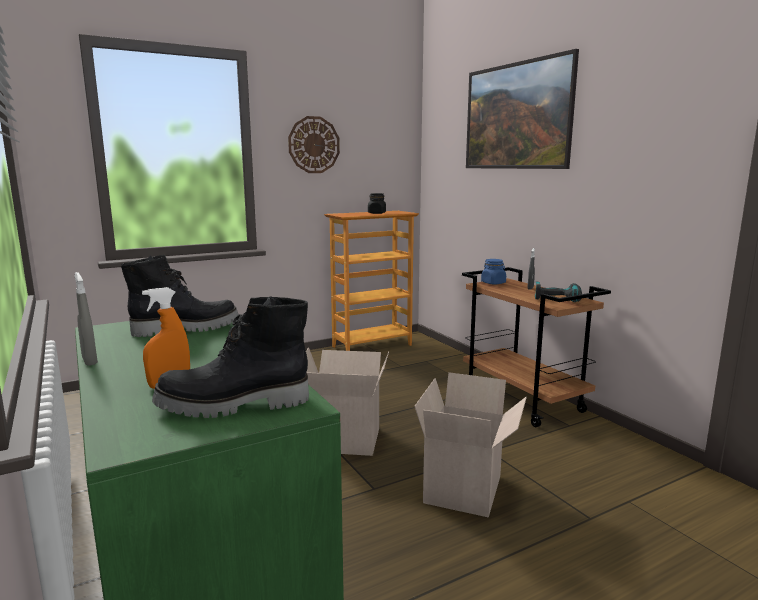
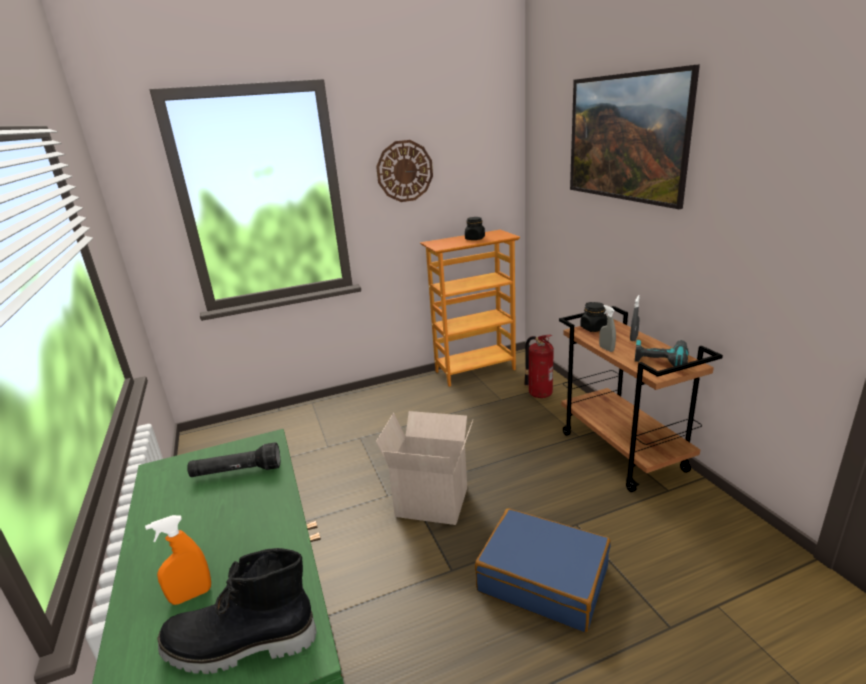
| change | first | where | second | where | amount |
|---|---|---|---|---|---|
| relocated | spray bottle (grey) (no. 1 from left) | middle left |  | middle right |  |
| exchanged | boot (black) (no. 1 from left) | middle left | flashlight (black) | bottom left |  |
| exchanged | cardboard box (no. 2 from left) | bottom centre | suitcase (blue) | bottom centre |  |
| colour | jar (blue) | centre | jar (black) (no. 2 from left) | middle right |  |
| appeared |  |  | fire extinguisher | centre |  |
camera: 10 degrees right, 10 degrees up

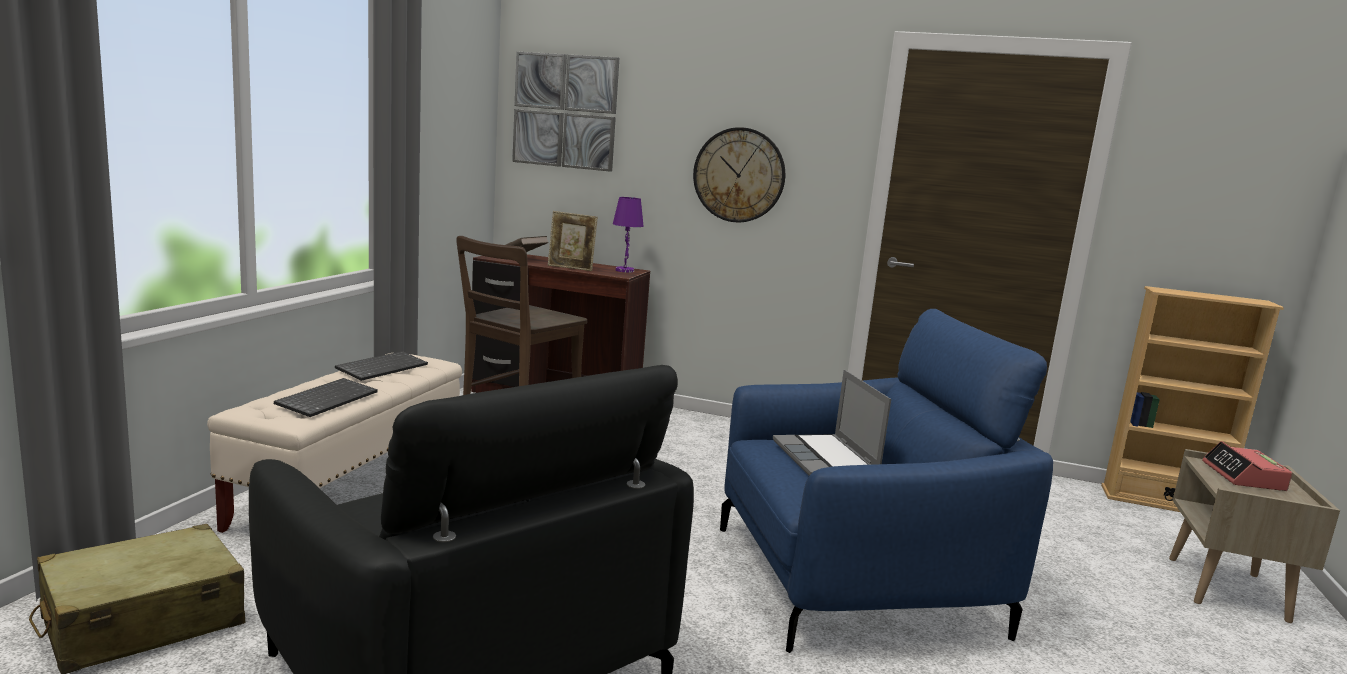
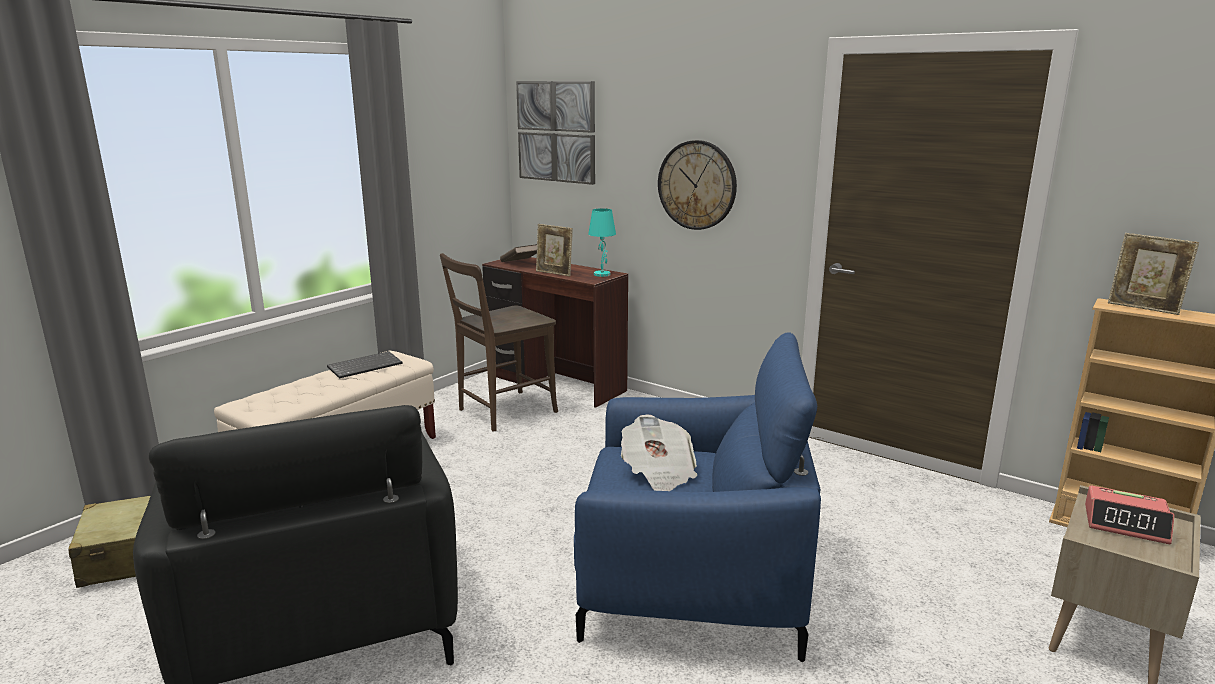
| change | first | where | second | where | amount |
|---|---|---|---|---|---|
| missing | keyboard (no. 1 from left) | middle left |  |  |  |
| colour | table lamp (purple) | centre | table lamp (turquoise) | centre |  |
| exchanged | laptop | centre | newspaper | centre |  |
| spun | alarm clock | bottom right |  | bottom right | 90 degrees counterclockwise |
| appeared |  |  | picture frame (no. 2 from left) | middle right |  |
camera: 20 degrees right, 5 degrees up

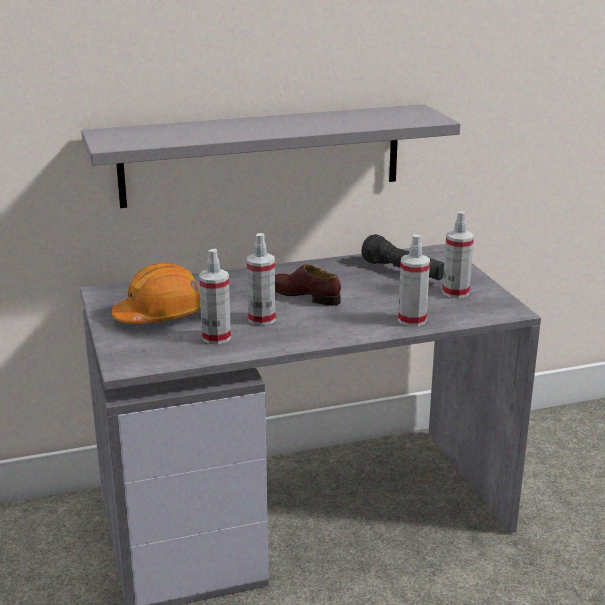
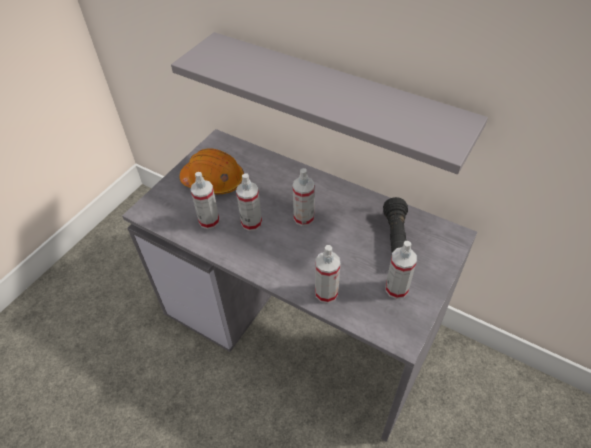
| change | first | where | second | where | amount |
|---|---|---|---|---|---|
| exchanged | shoe (brown) | centre | spray bottle (no. 3 from left) | centre |  |
camera: 50 degrees right, 25 degrees up

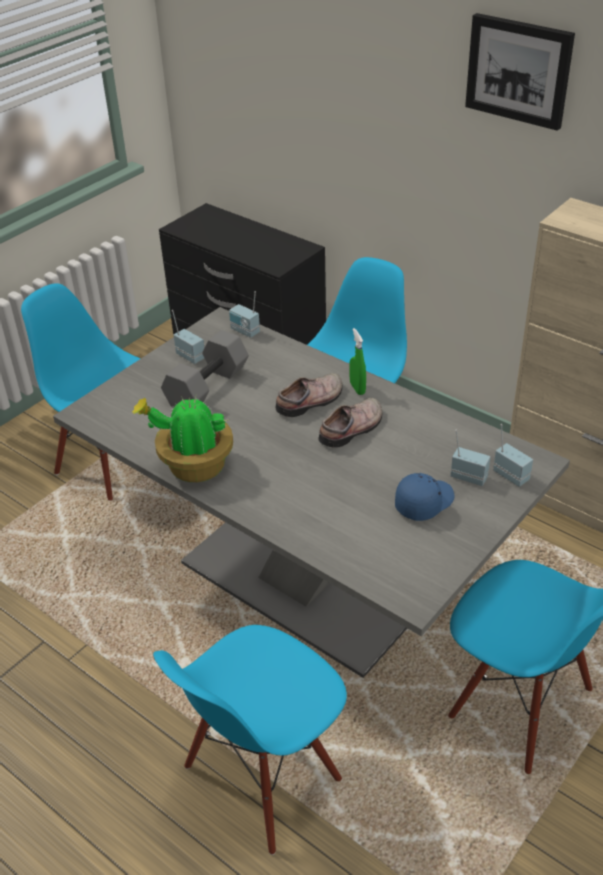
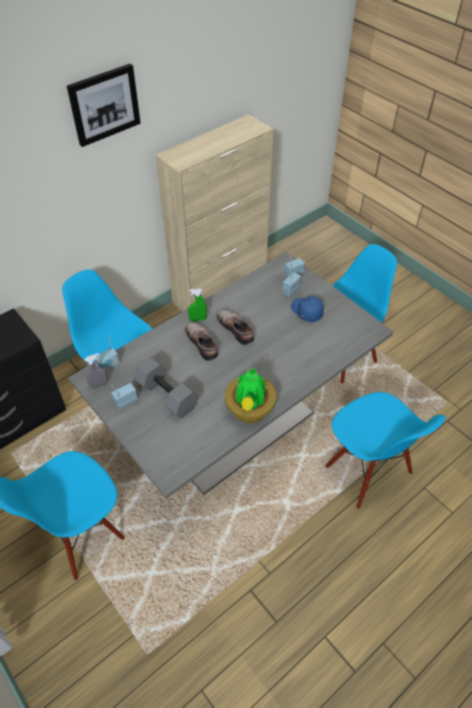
| change | first | where | second | where | amount |
|---|---|---|---|---|---|
| appeared |  |  | spray bottle (grey) | middle left |  |
camera: 80 degrees left, 10 degrees up

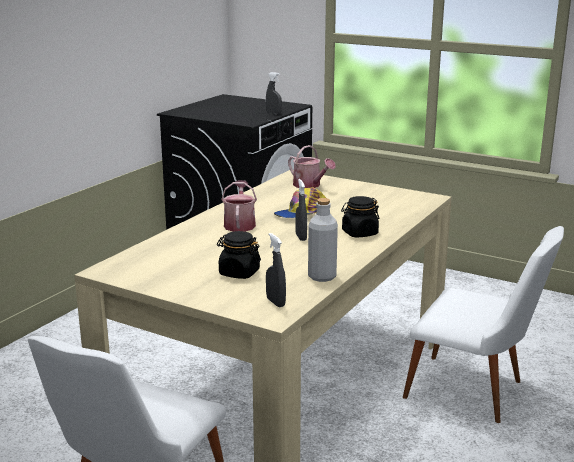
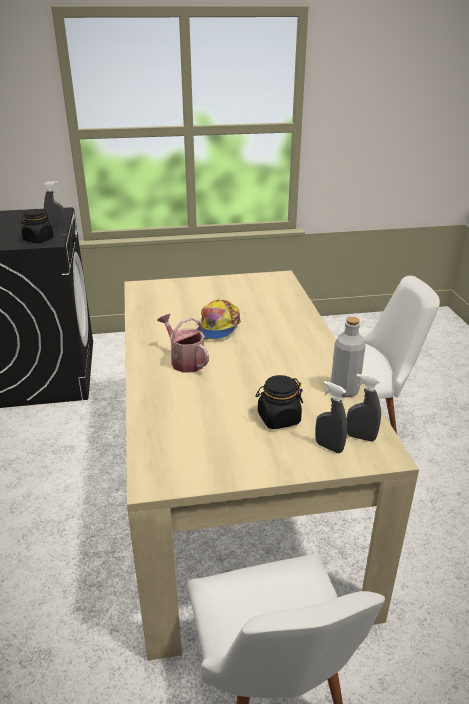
| change | first | where | second | where | amount |
|---|---|---|---|---|---|
| missing | watering can (no. 2 from left) | centre |  |  |  |
| relocated | spray bottle (grey) (no. 3 from left in the first image) | centre | spray bottle (grey) (no. 2 from left) | middle right |  |
| relocated | jar (black) (no. 2 from left in the first image) | centre | jar (black) (no. 1 from left) | top left |  |
camera: 40 degrees left, 10 degrees up

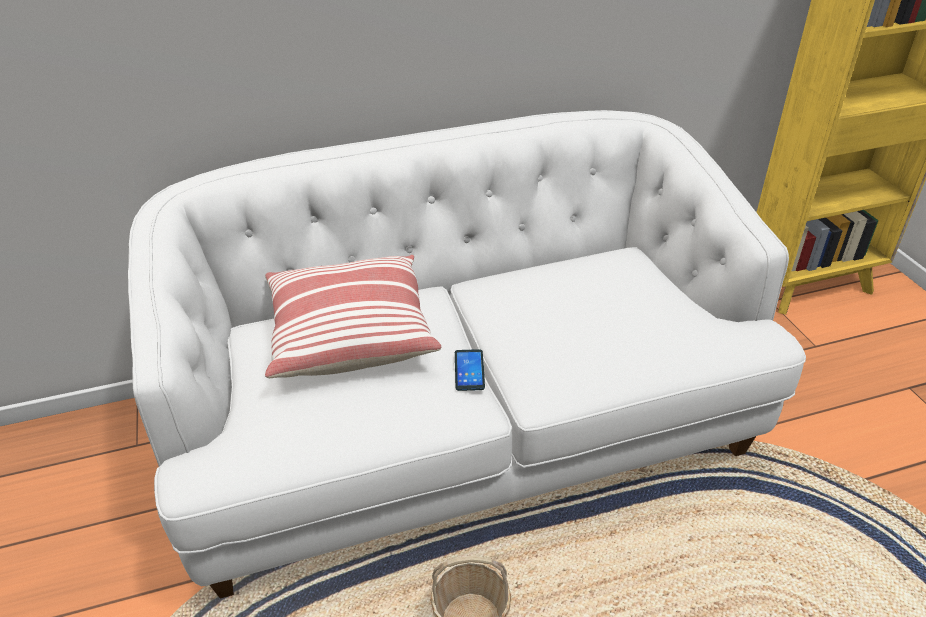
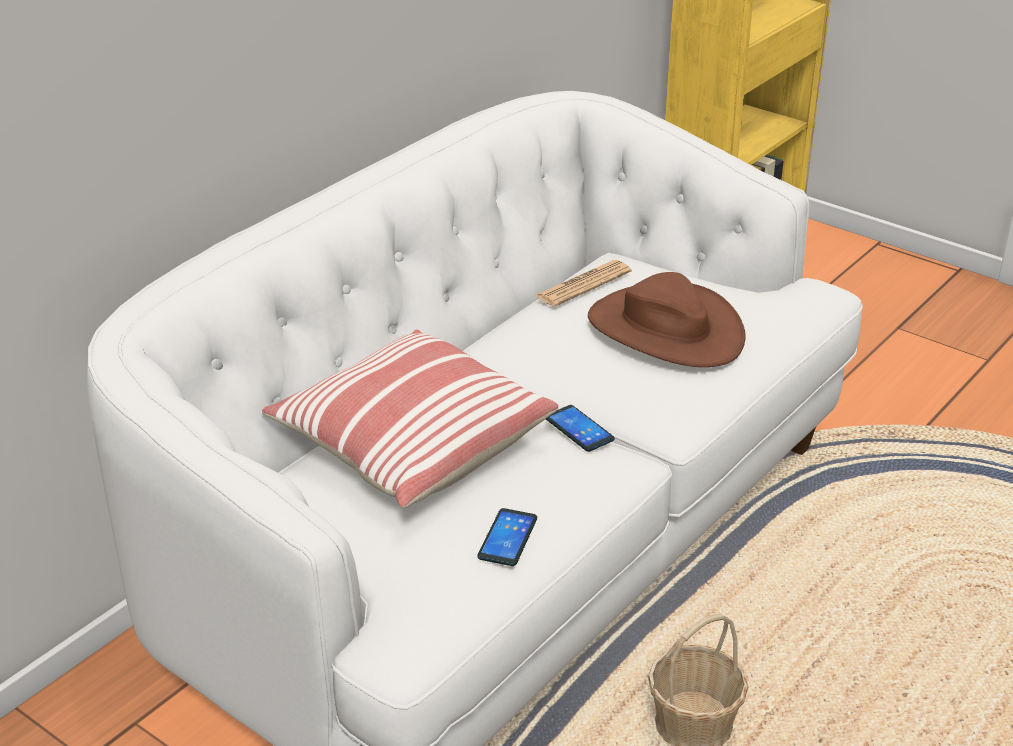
| change | first | where | second | where | amount |
|---|---|---|---|---|---|
| appeared |  |  | phone (no. 1 from left) | bottom centre |  |
| appeared |  |  | newspaper | centre |  |
| appeared |  |  | hat (brown) | centre |  |
camera: 35 degrees left, 5 degrees down

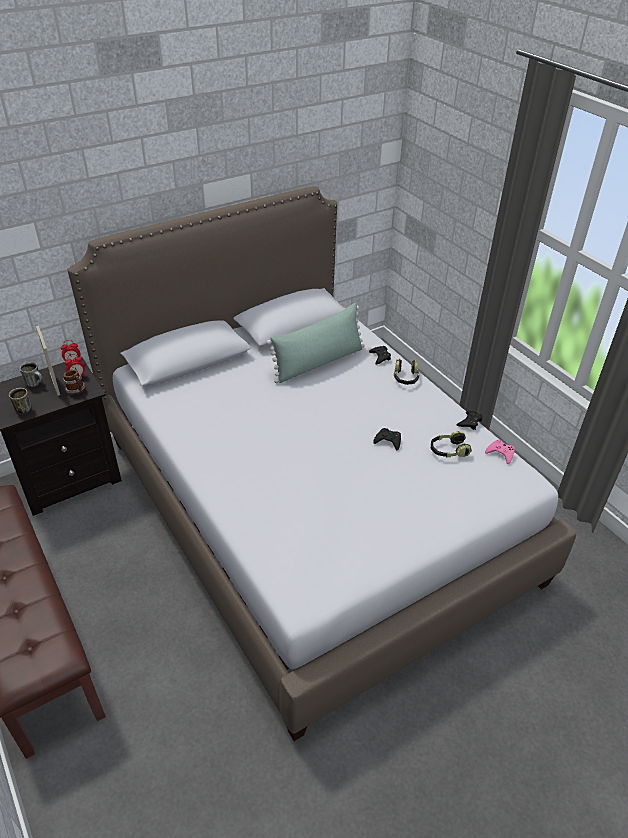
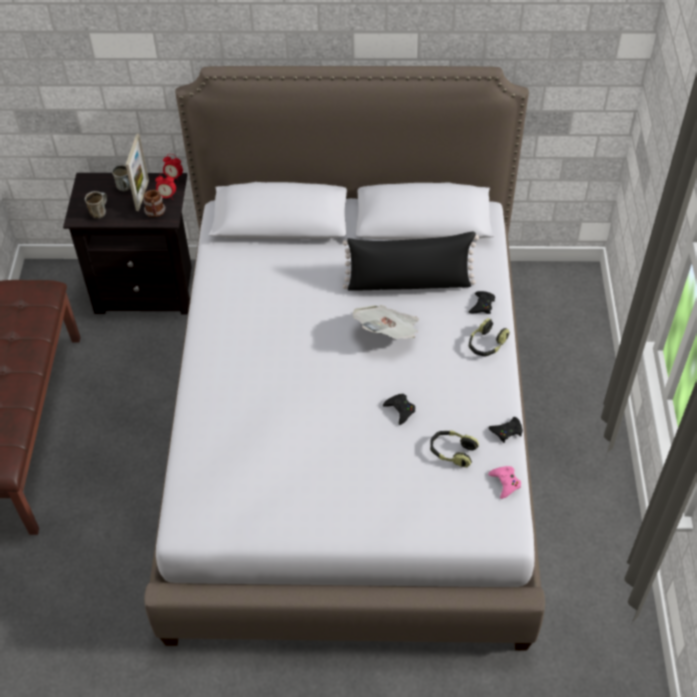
| change | first | where | second | where | amount |
|---|---|---|---|---|---|
| colour | pillow (green) | centre | pillow (black) | centre |  |
| appeared |  |  | newspaper | centre |  |
camera: 35 degrees right, 10 degrees up

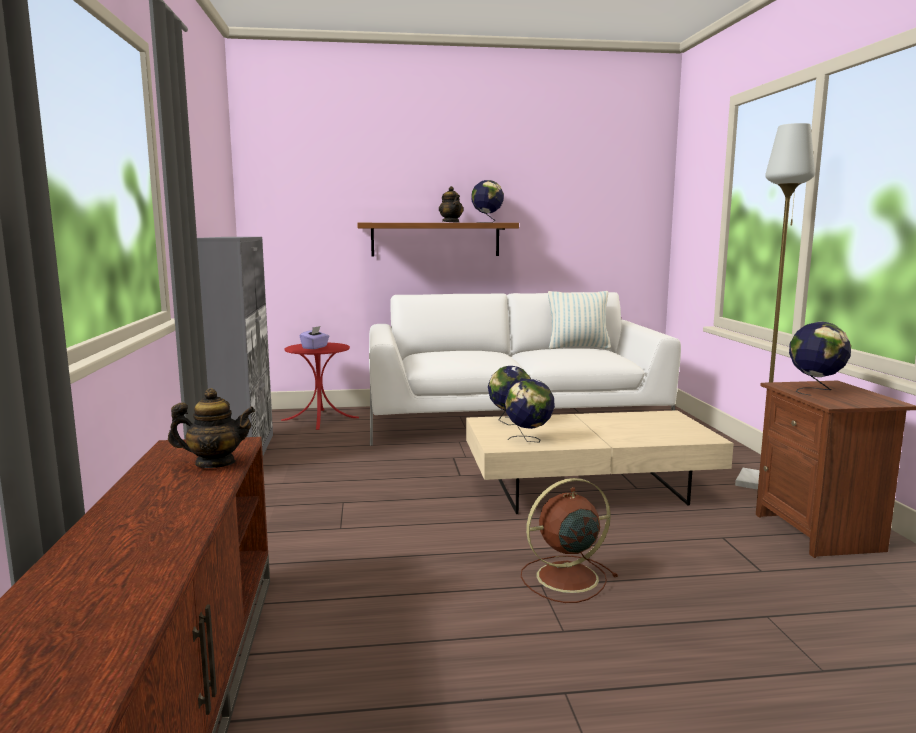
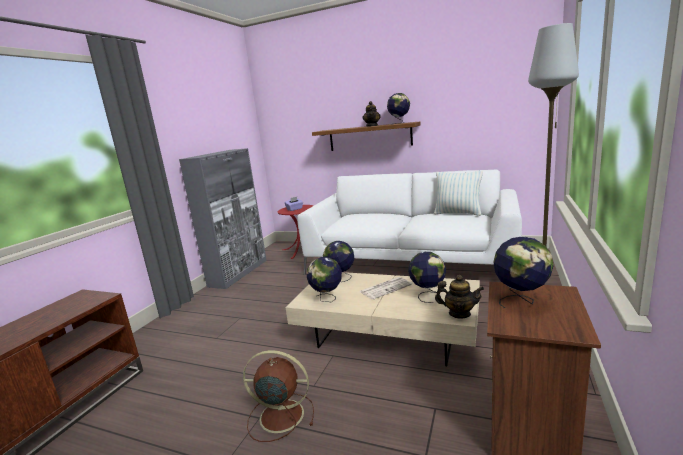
| change | first | where | second | where | amount |
|---|---|---|---|---|---|
| relocated | teapot (no. 1 from left in the first image) | middle left | teapot (no. 2 from left) | middle right |  |
| appeared |  |  | newspaper | centre |  |
| appeared |  |  | globe (no. 4 from left) | centre |  |
camera: 30 degrees right, 5 degrees up

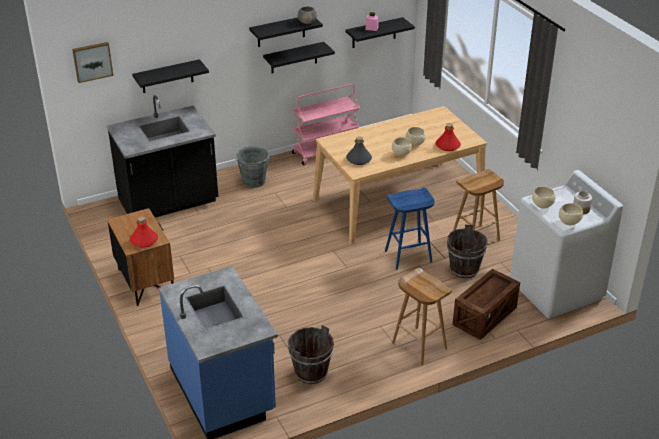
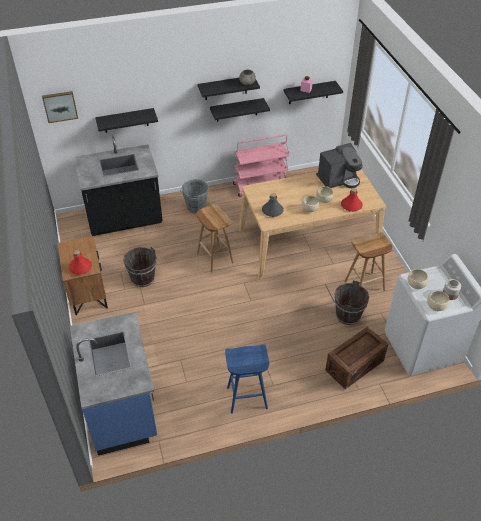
| change | first | where | second | where | amount |
|---|---|---|---|---|---|
| relocated | bucket (brown) (no. 1 from left) | bottom centre |  | middle left |  |
| relocated | stool (blue) | centre |  | bottom centre |  |
| relocated | stool (brown) (no. 1 from left) | bottom centre |  | centre |  |
| appeared |  |  | coffee machine | top right |  |
camera: 10 degrees right, 10 degrees up

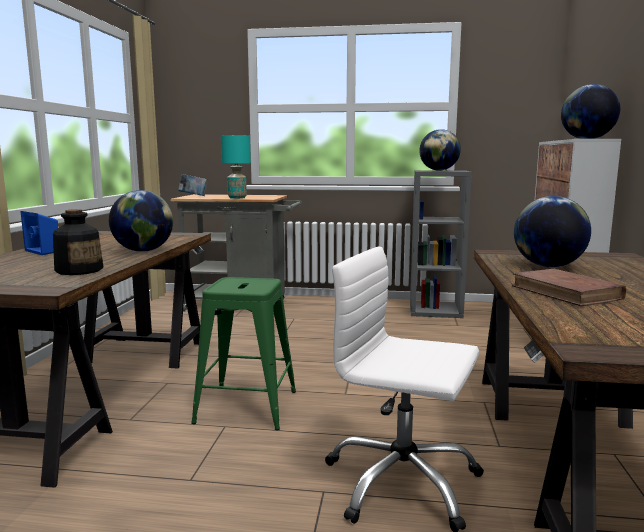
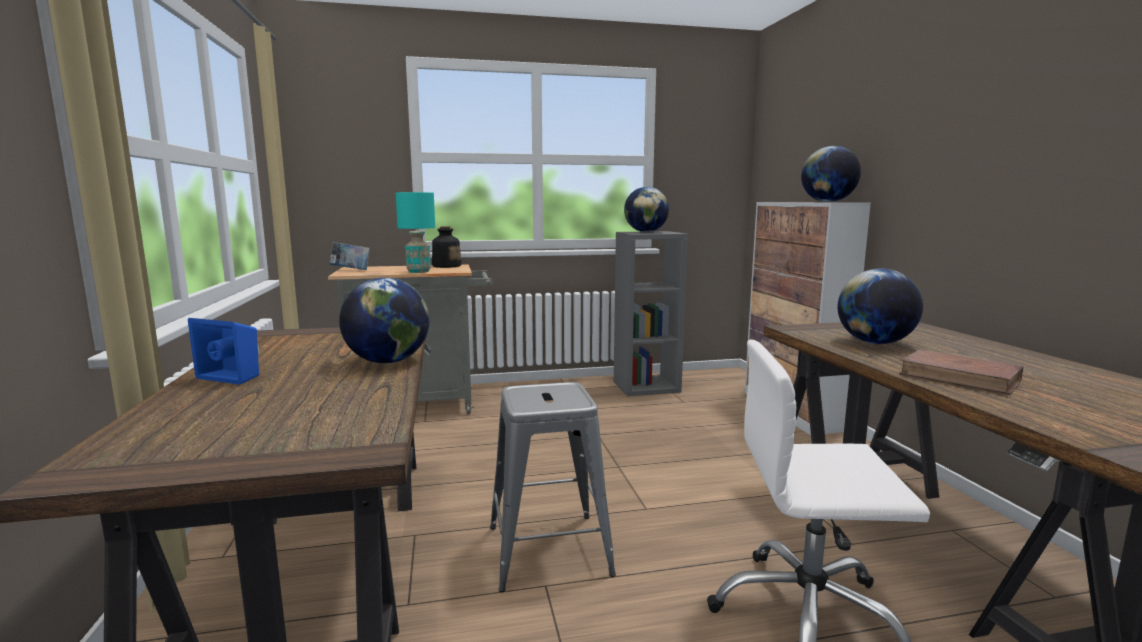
| change | first | where | second | where | amount |
|---|---|---|---|---|---|
| relocated | bottle | middle left |  | centre |  |
| colour | stool (green) | centre | stool (grey) | bottom centre |  |
camera: 20 degrees left, 0 degrees up

